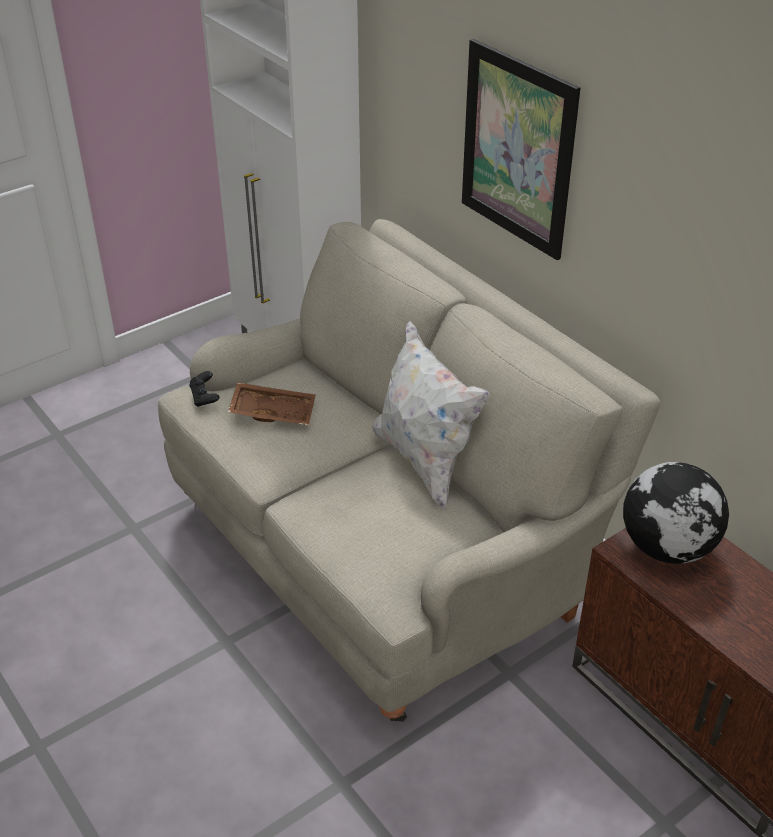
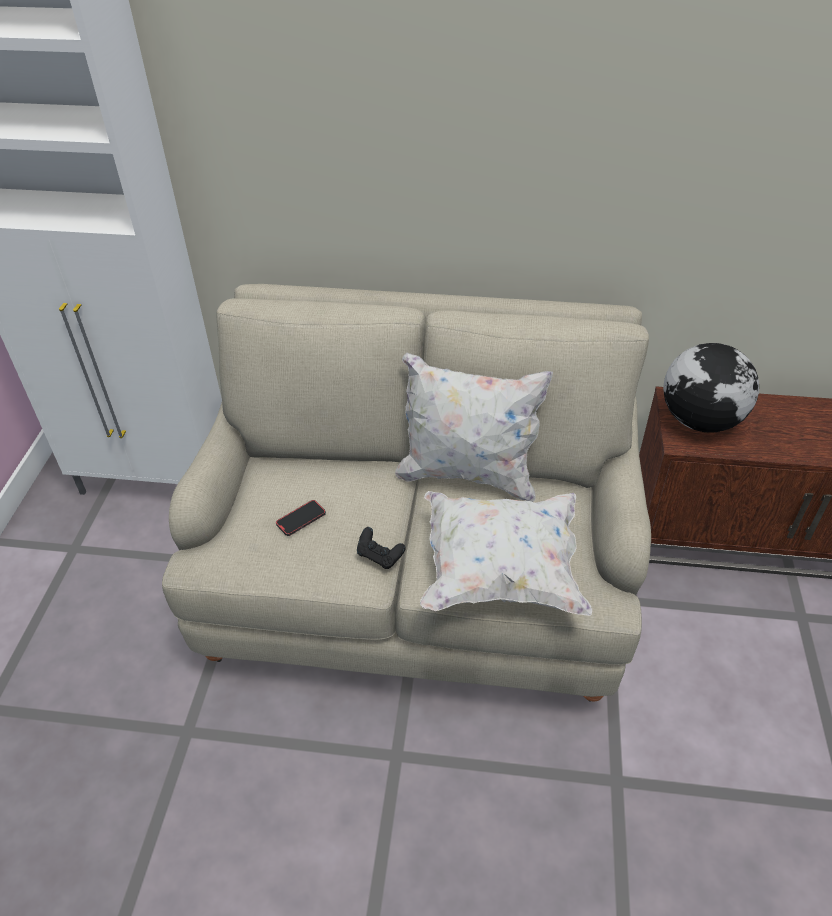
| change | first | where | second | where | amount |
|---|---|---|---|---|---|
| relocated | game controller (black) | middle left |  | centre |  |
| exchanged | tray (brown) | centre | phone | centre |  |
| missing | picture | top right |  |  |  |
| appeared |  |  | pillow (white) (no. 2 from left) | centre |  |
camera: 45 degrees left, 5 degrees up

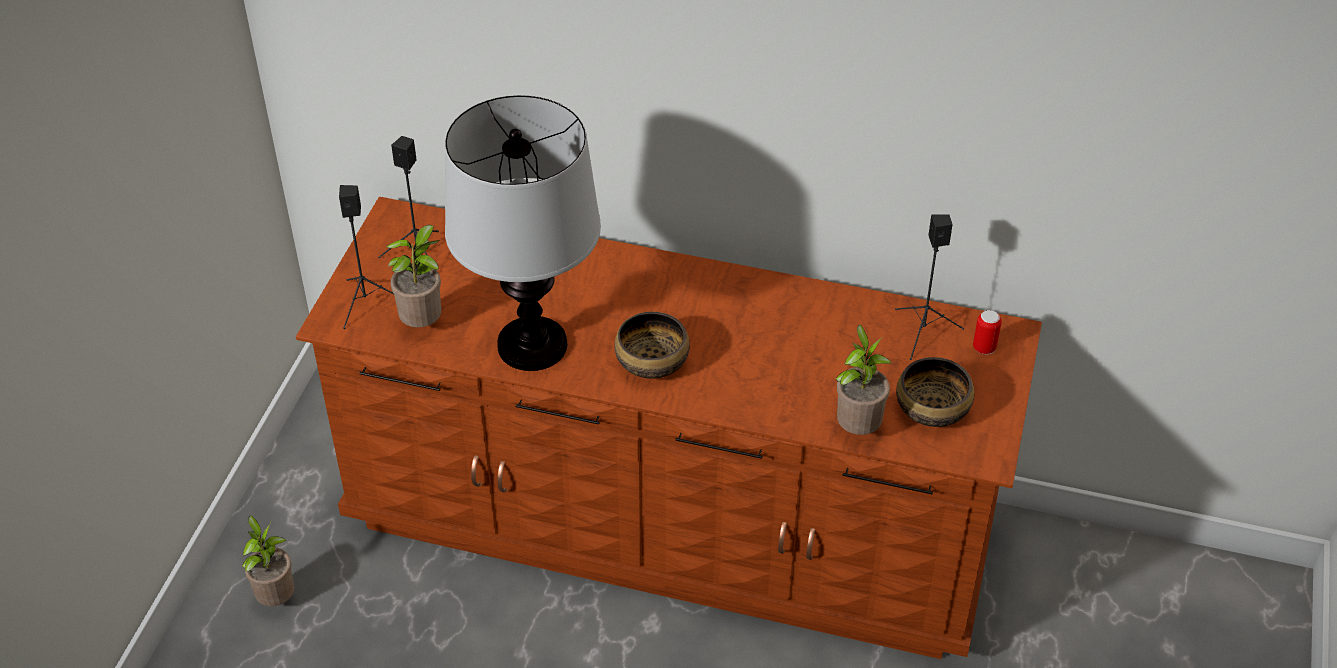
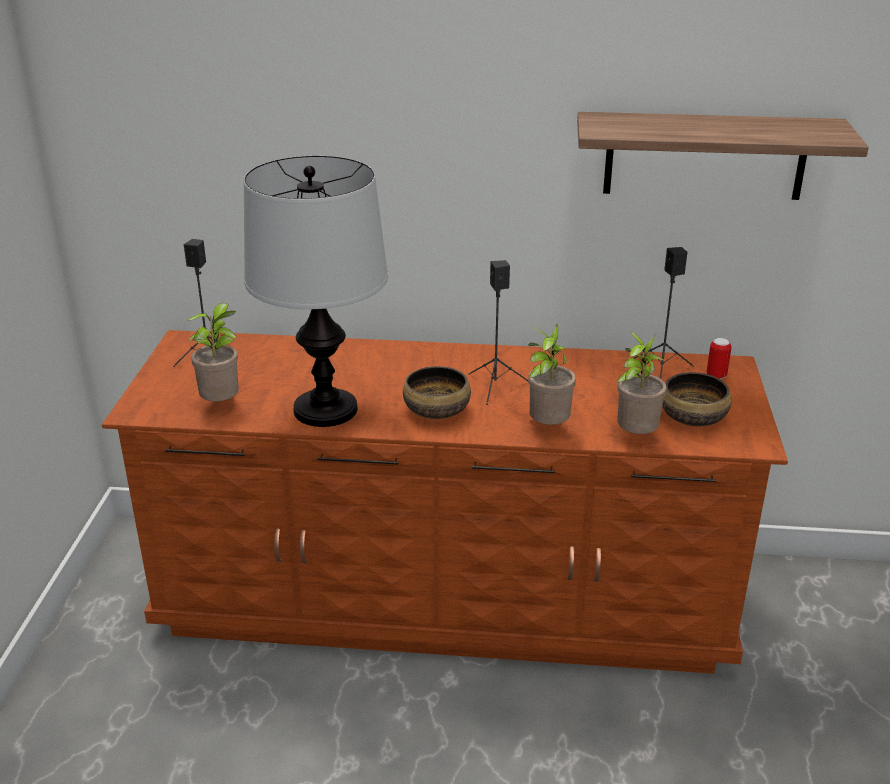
| change | first | where | second | where | amount |
|---|---|---|---|---|---|
| relocated | potted plant (no. 1 from left in the first image) | bottom left | potted plant (no. 2 from left) | centre |  |
| relocated | speaker (black) (no. 1 from left in the first image) | middle left | speaker (black) (no. 2 from left) | centre |  |
| appeared |  |  | shelf | top right |  |
camera: 10 degrees left, 15 degrees down

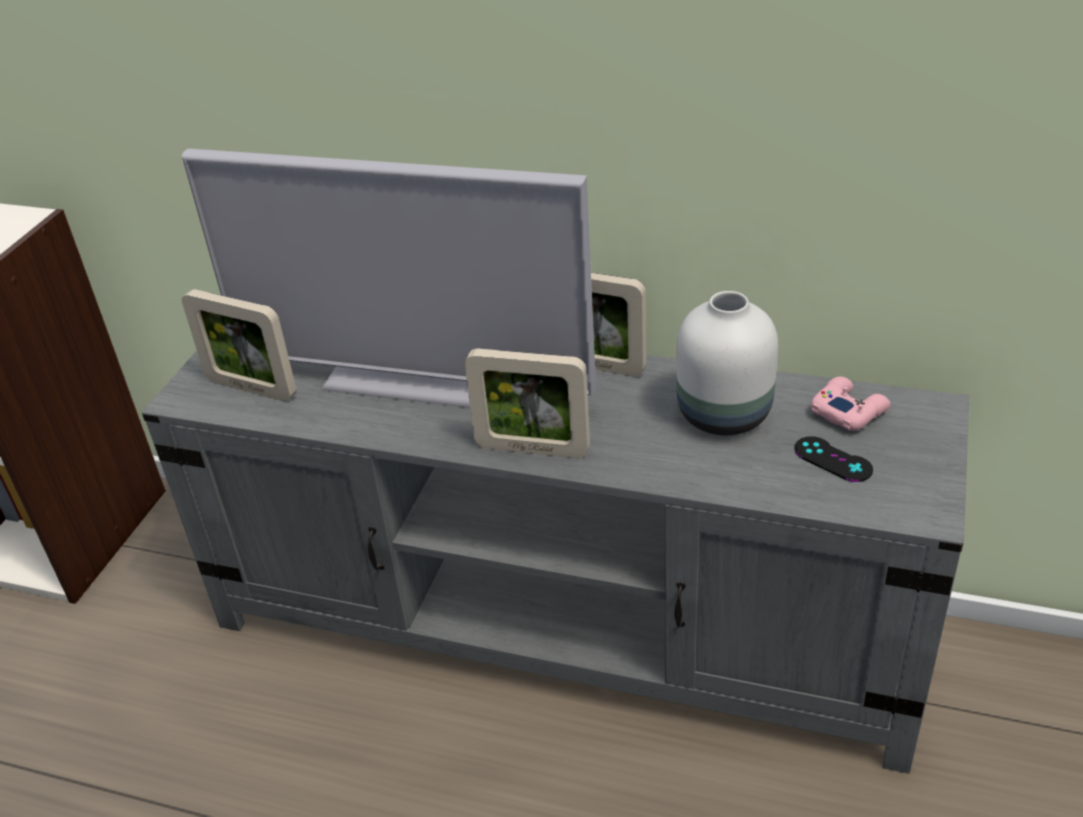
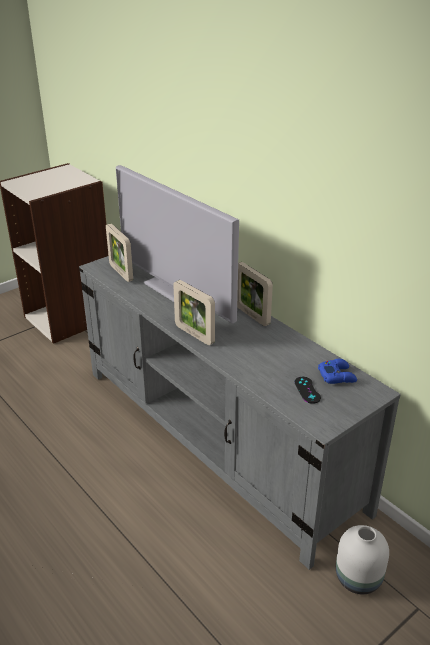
| change | first | where | second | where | amount |
|---|---|---|---|---|---|
| relocated | vase (white) | middle right |  | bottom right |  |
| colour | game controller (pink) | middle right | game controller (blue) | middle right |  |
camera: 30 degrees right, 5 degrees down

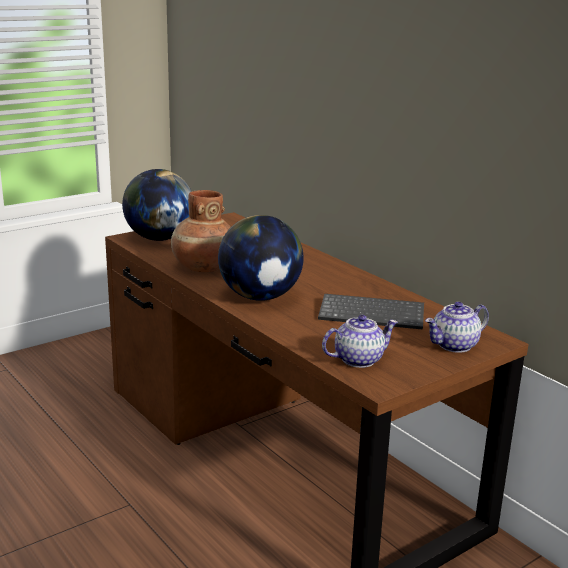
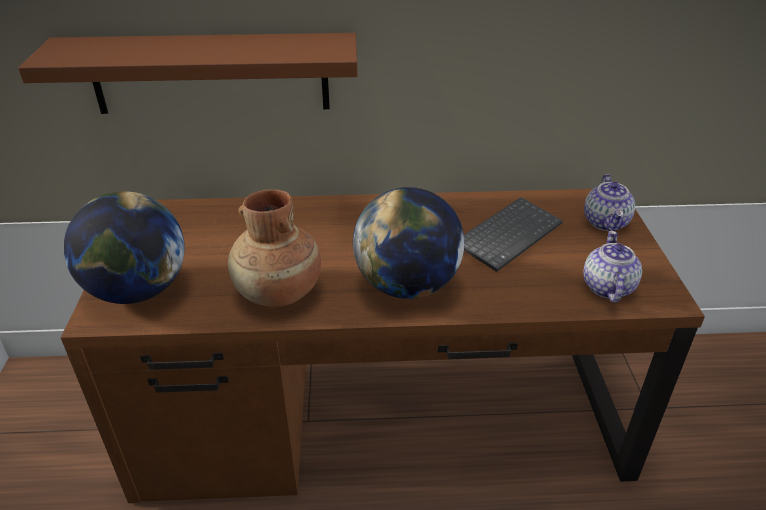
| change | first | where | second | where | amount |
|---|---|---|---|---|---|
| appeared |  |  | shelf (brown) | top left |  |
camera: 55 degrees left, 15 degrees up

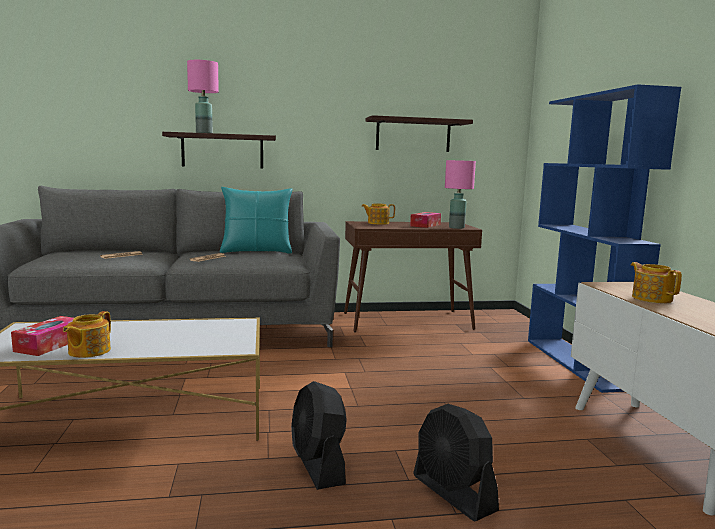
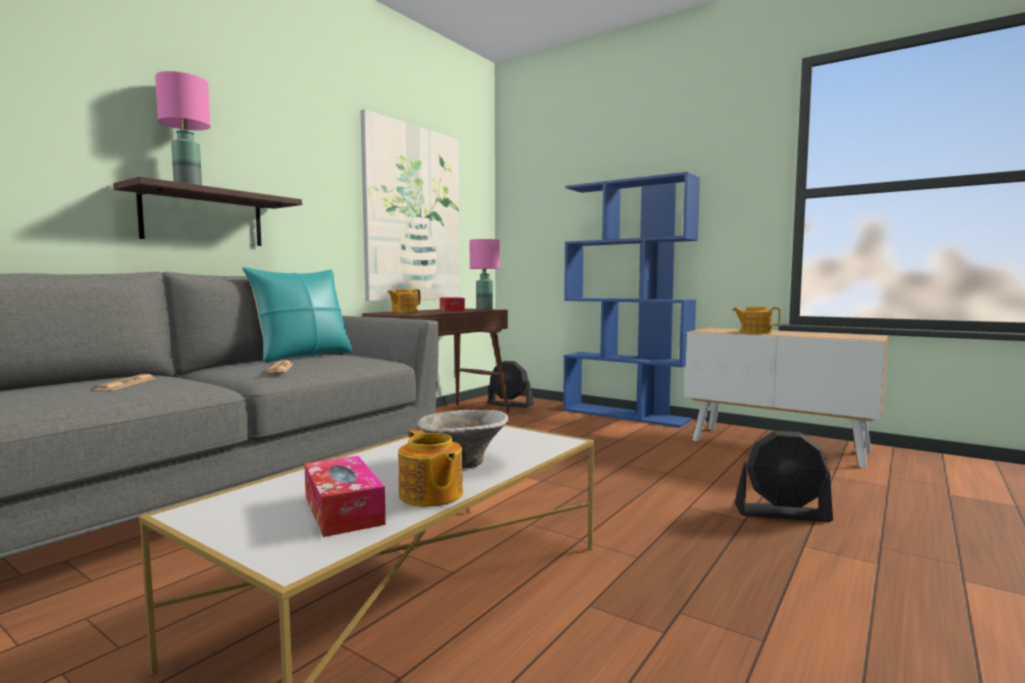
| change | first | where | second | where | amount |
|---|---|---|---|---|---|
| relocated | fan (black) (no. 1 from left) | bottom centre |  | centre |  |
| exchanged | shelf (no. 2 from left) | top centre | picture | top centre |  |
| appeared |  |  | bowl | centre |  |
camera: 45 degrees left, 5 degrees down

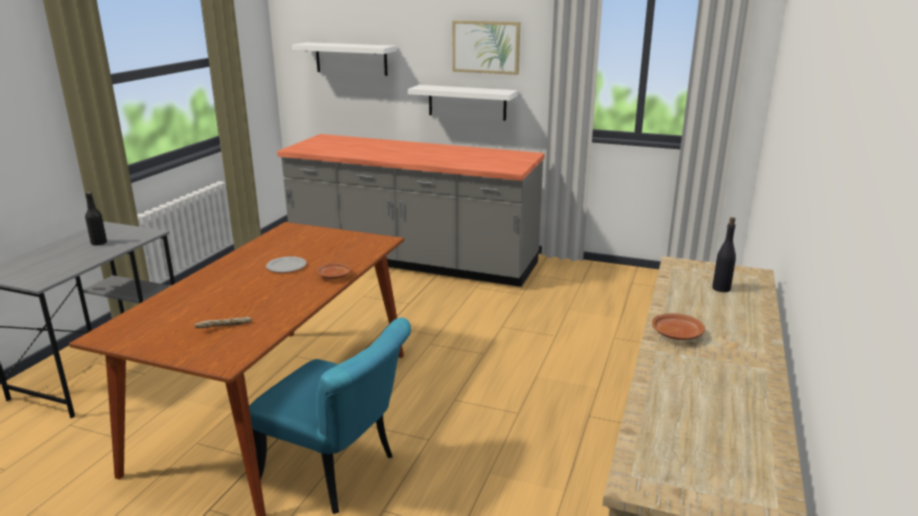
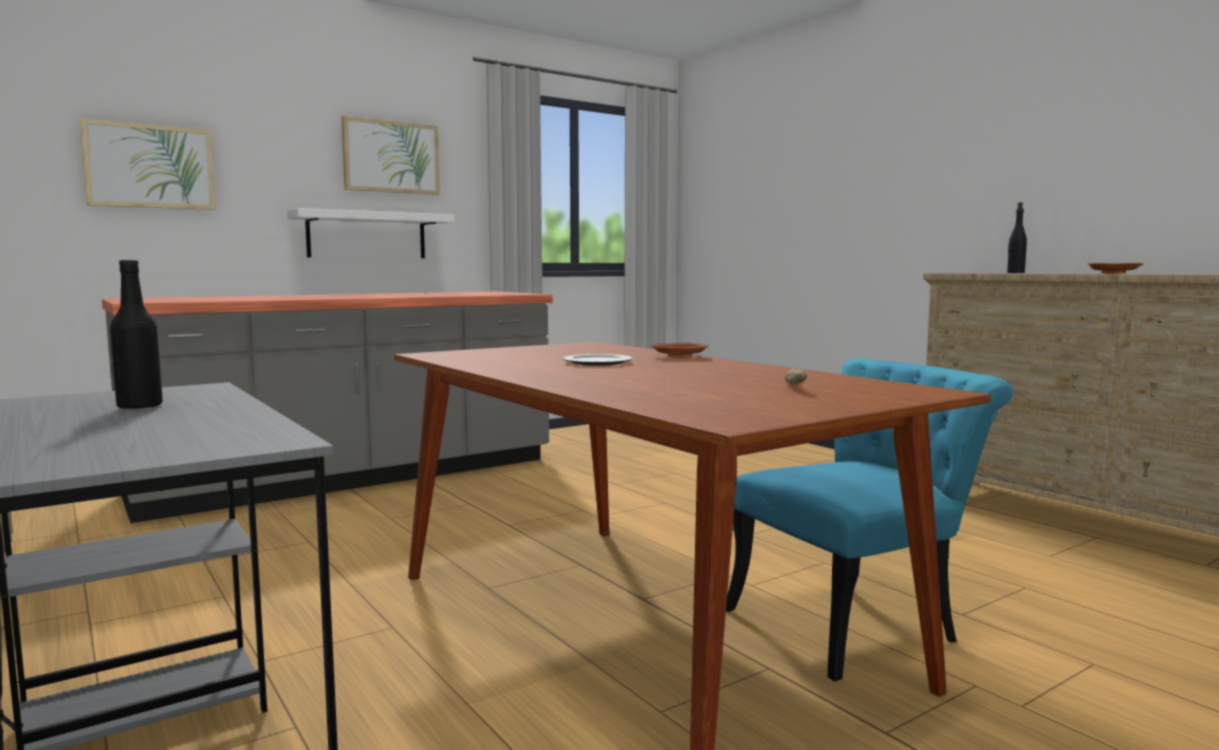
| change | first | where | second | where | amount |
|---|---|---|---|---|---|
| exchanged | shelf (white) (no. 1 from left) | top centre | picture (no. 1 from left) | top left |  |
camera: 55 degrees left, 15 degrees down

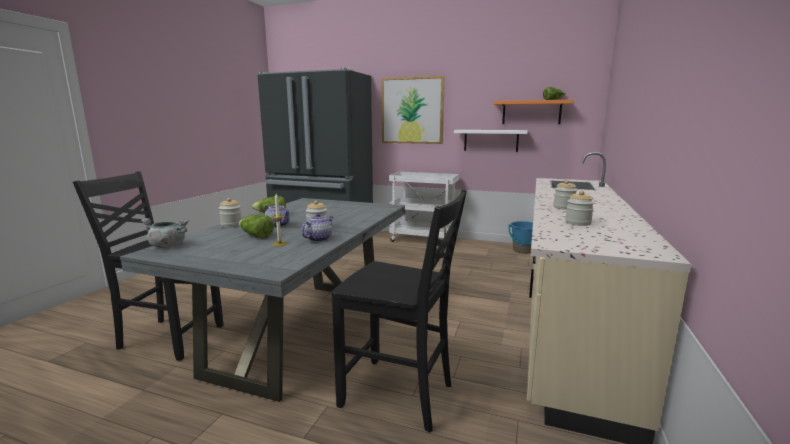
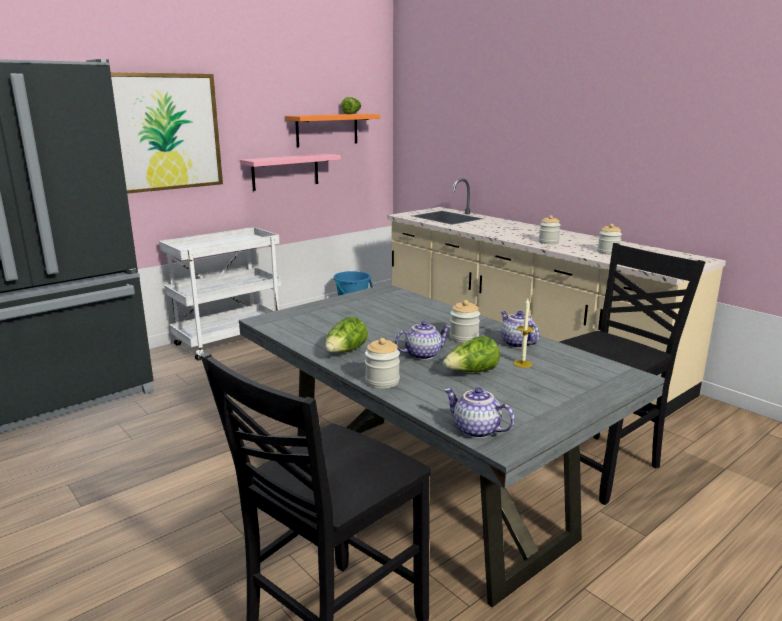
| change | first | where | second | where | amount |
|---|---|---|---|---|---|
| exchanged | cooking pot (grey) | middle left | teapot (no. 2 from left) | centre |  |
| colour | shelf (white) | top centre | shelf (pink) | top centre |  |
camera: 60 degrees left, 5 degrees up

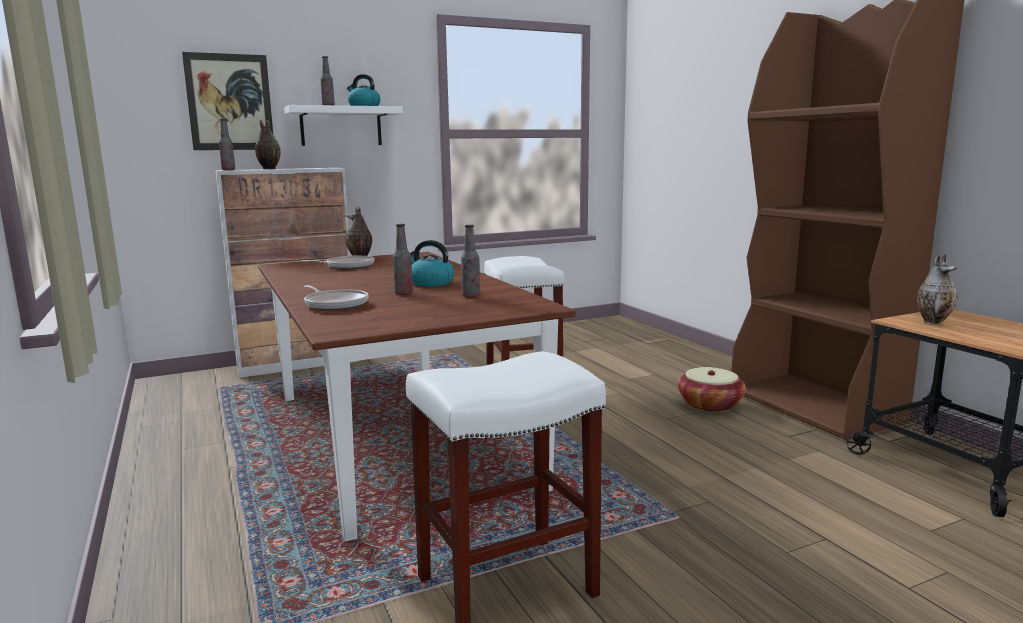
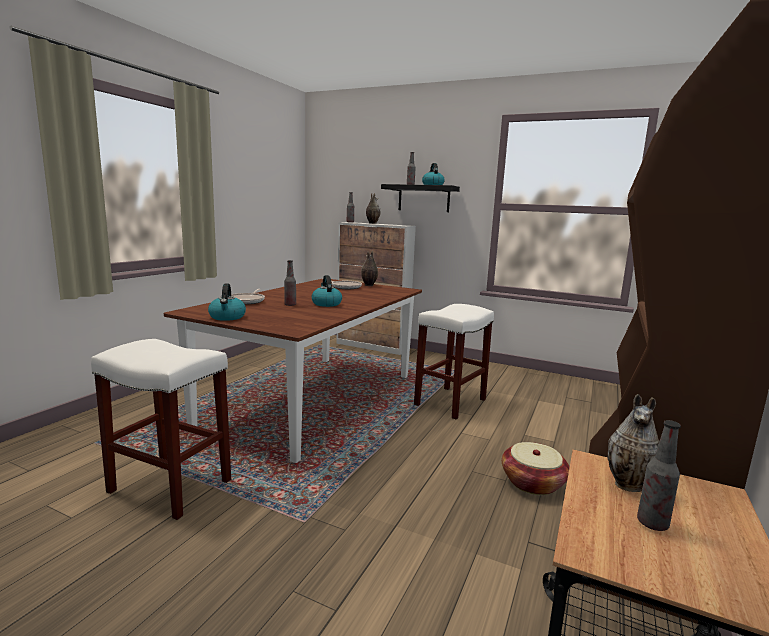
| change | first | where | second | where | amount |
|---|---|---|---|---|---|
| missing | picture | top left |  |  |  |
| colour | shelf (white) | top centre | shelf (black) | top centre |  |
| relocated | bottle (no. 4 from left) | centre |  | bottom right |  |
| appeared |  |  | kettle (no. 1 from left) | middle left |  |
camera: 50 degrees right, 0 degrees up

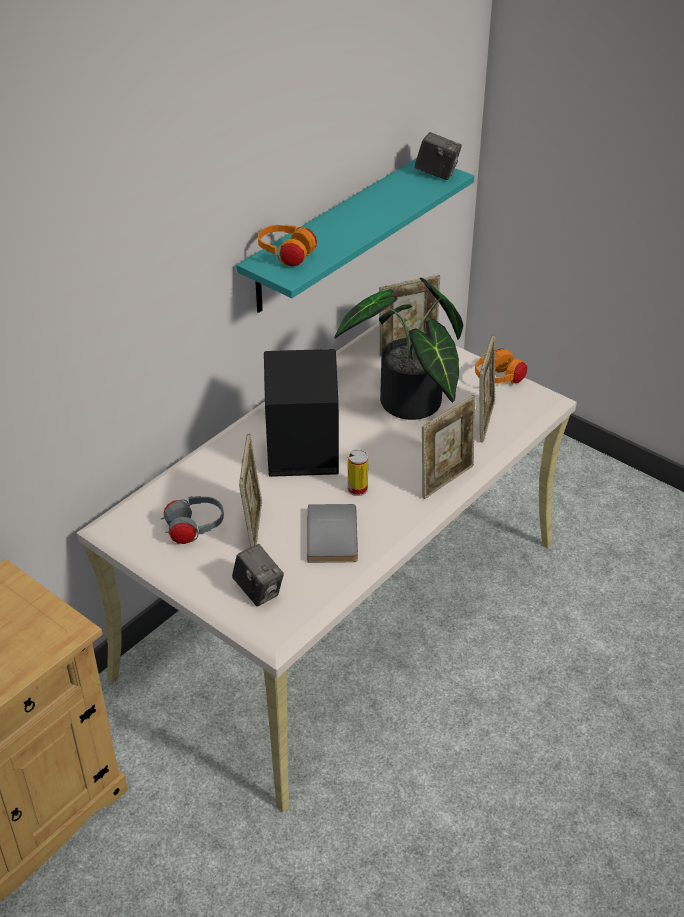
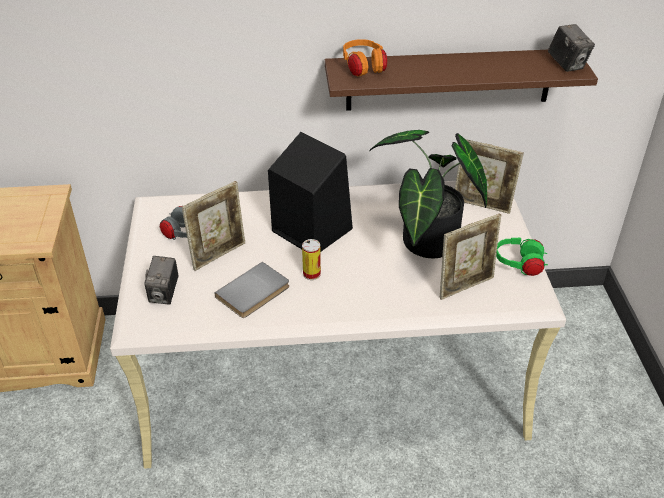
| change | first | where | second | where | amount |
|---|---|---|---|---|---|
| colour | shelf (turquoise) | top centre | shelf (brown) | top right |  |
| missing | picture frame (no. 3 from left) | centre |  |  |  |
| colour | headphones (orange) (no. 2 from left) | middle right | headphones (green) | middle right |  |
camera: 45 degrees right, 0 degrees up

